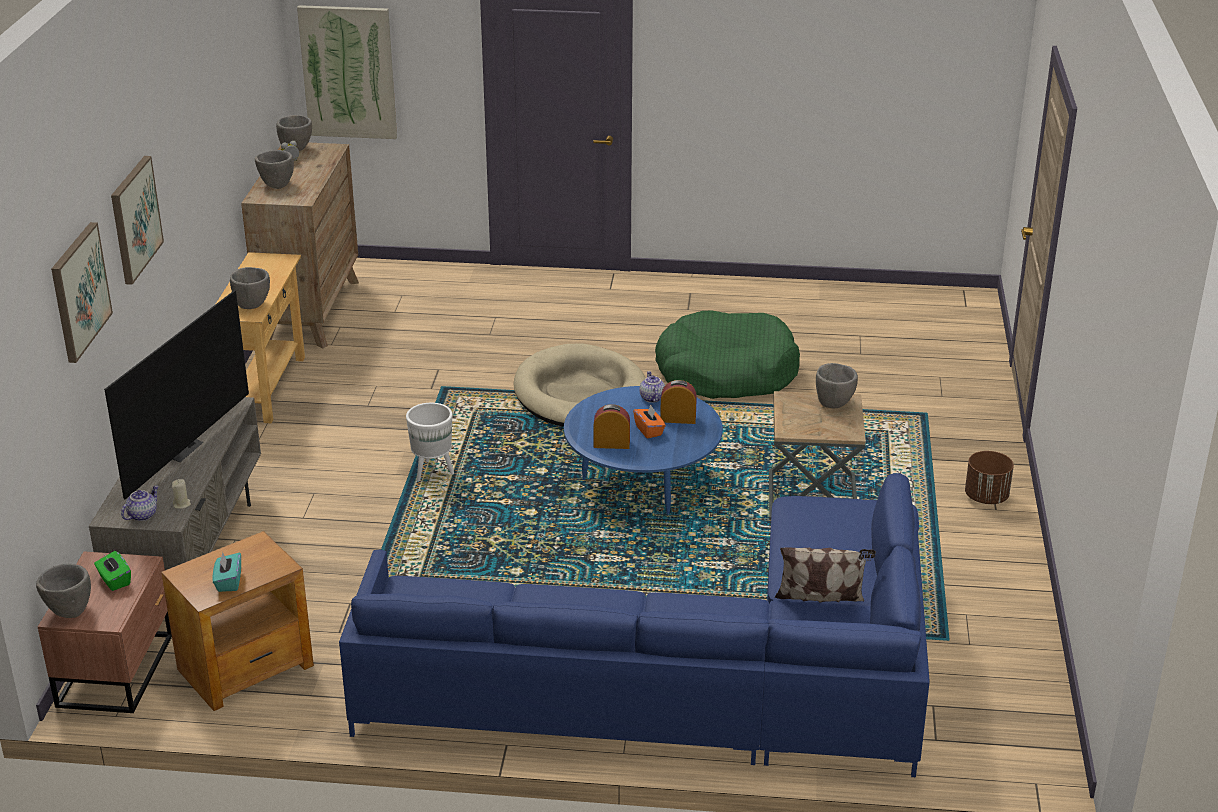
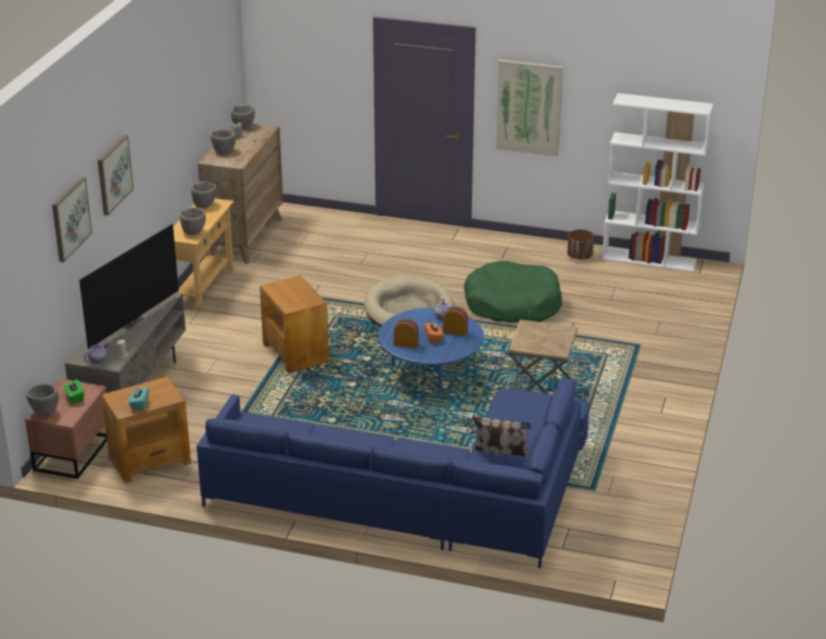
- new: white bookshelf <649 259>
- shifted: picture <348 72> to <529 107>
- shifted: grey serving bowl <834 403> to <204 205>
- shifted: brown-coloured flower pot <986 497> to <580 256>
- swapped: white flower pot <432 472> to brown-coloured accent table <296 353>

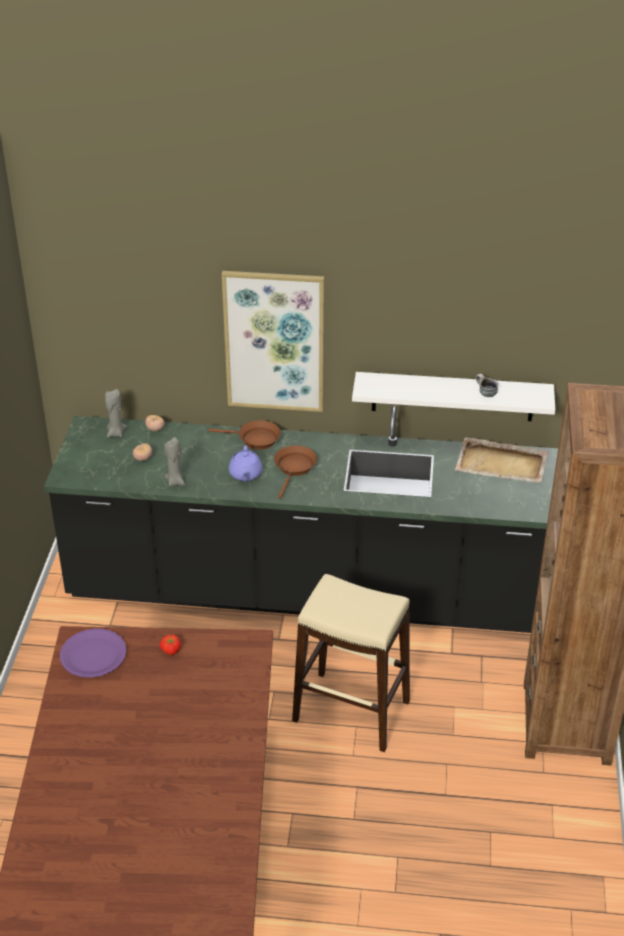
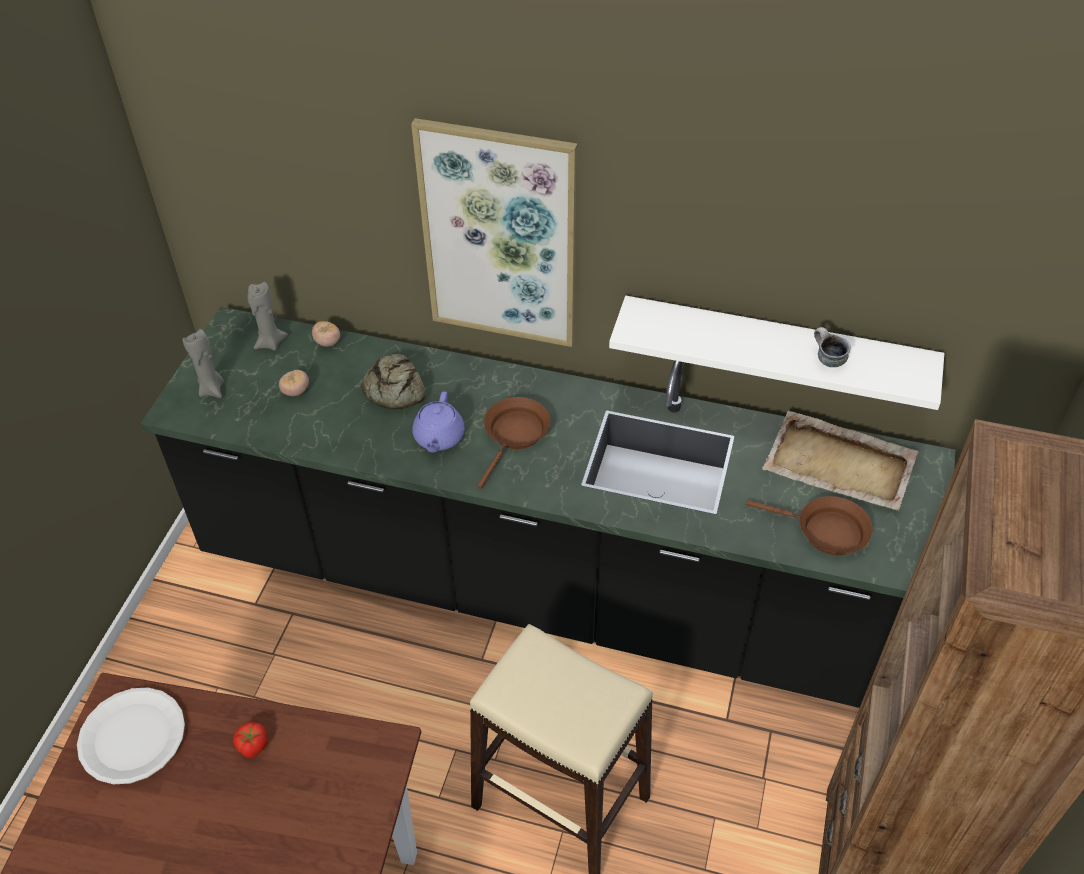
- new: baked bread <394 389>
- shifted: grey candle <175 481> to <212 389>
- shifted: brown-coloured skillet <255 439> to <825 531>
- repainted: purple flat dish <93 655> to white flat dish <132 737>

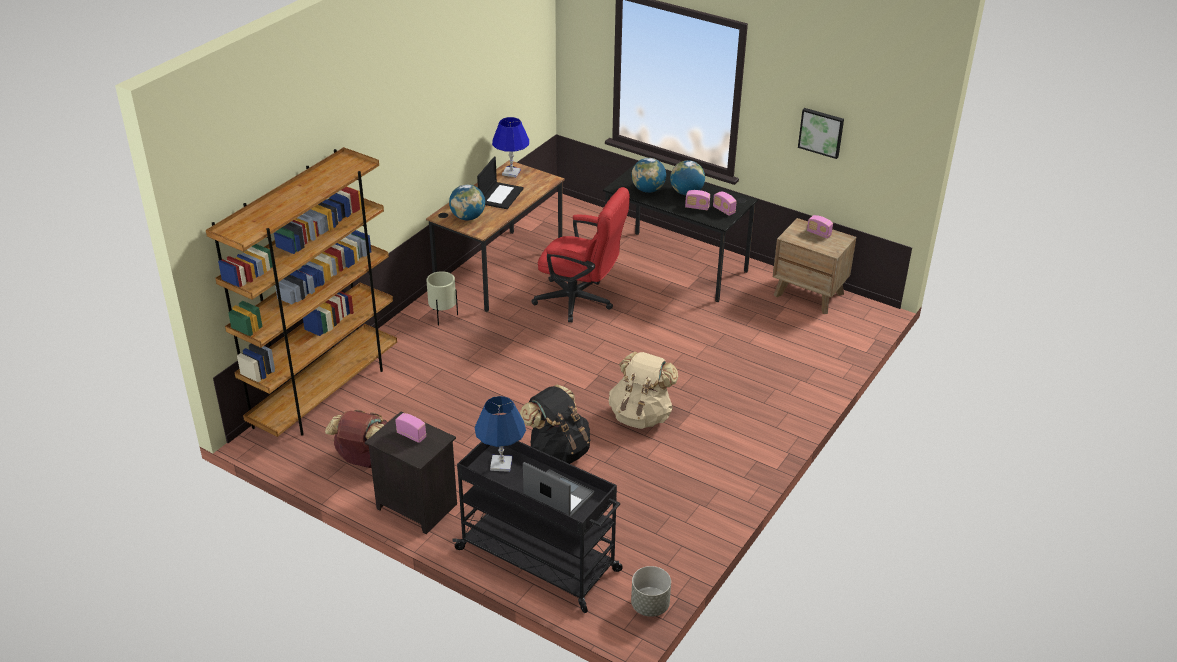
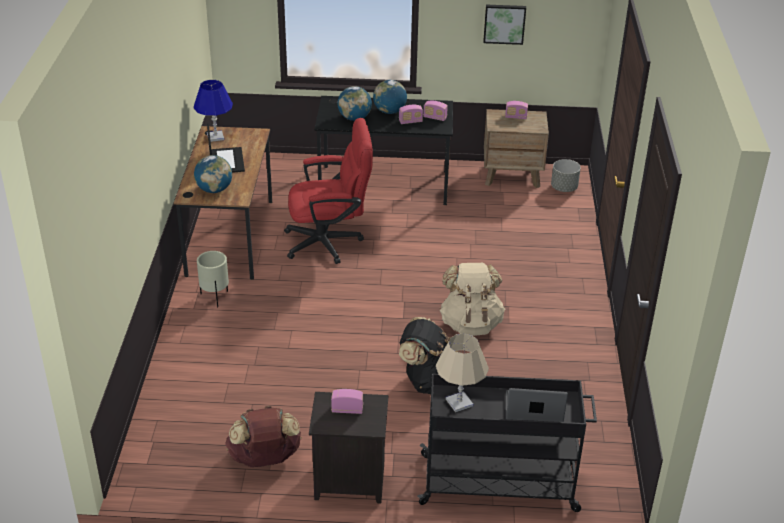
- gone: brown-coloured bookshelf <325 393>
- shifted: grey flower pot <649 605> to <563 188>
- repainted: bluish table lamp <501 464> to beige-coloured table lamp <459 402>

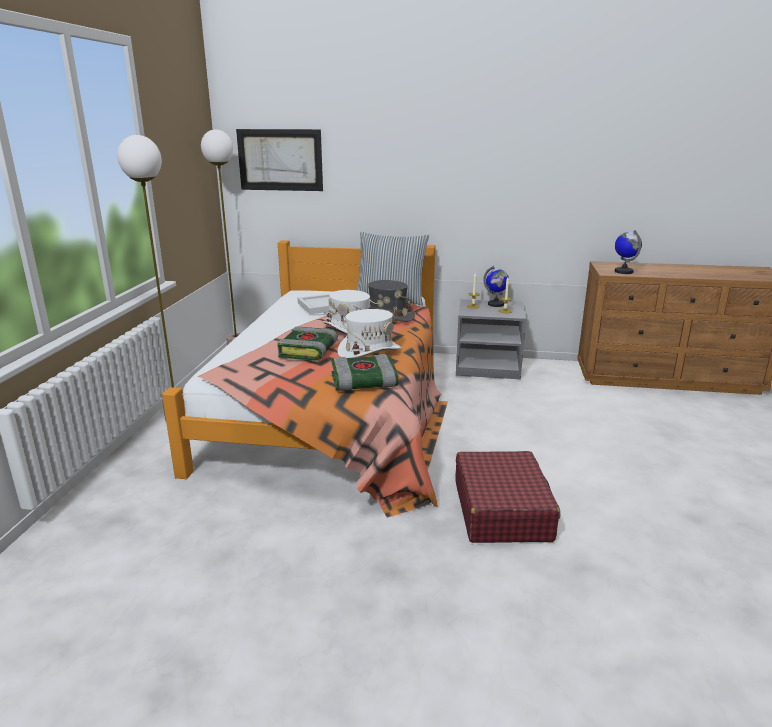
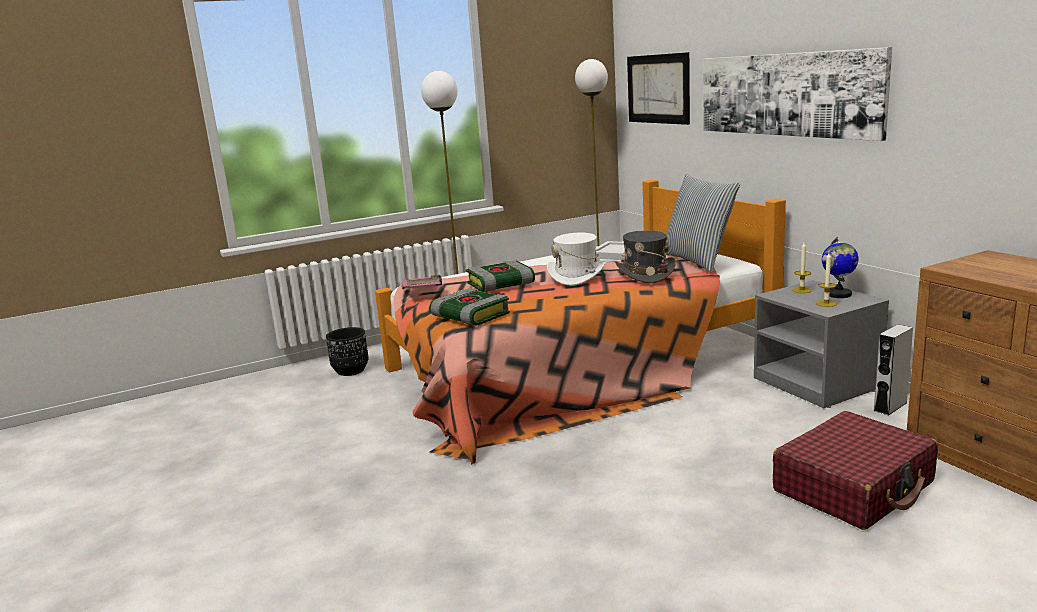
- gone: white wearable hat <369 351>
- gone: globe <623 271>
- new: blackish flower pot <350 371>
- new: pinkish book <423 294>
- new: picture <786 94>
- new: grey speaker <890 406>
- shifted: reddish piece of luggage <502 510> to <854 487>

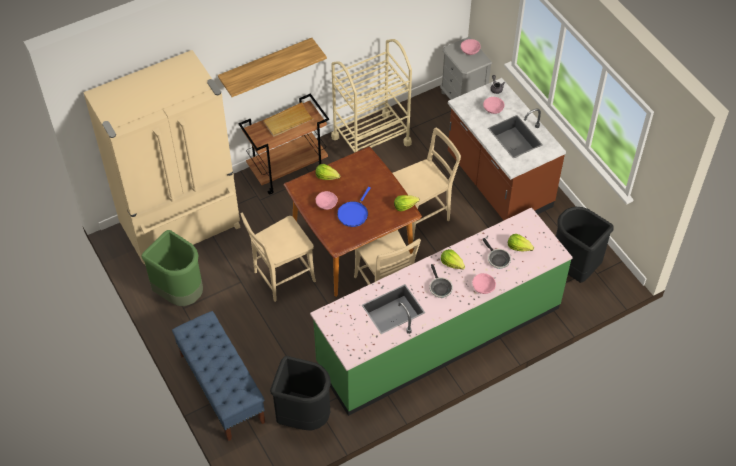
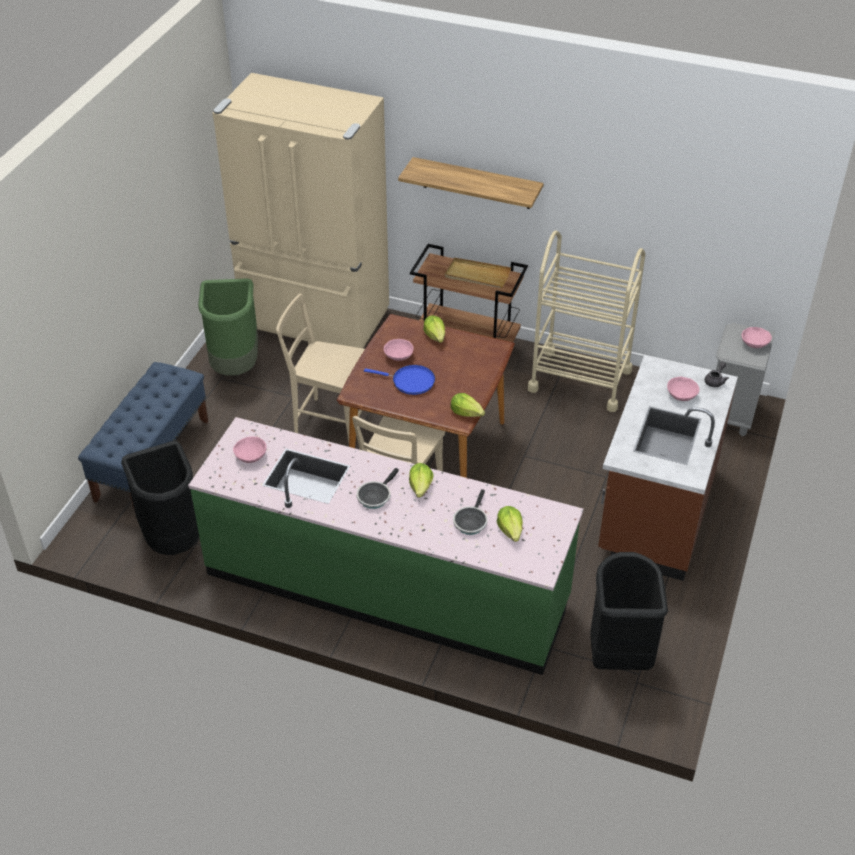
- gone: beige-coloured chair <423 214>
- shifted: pinkish serving bowl <483 287> to <251 456>
- rotated: bluish skillet <353 213> = <410 381> 150 degrees counterclockwise

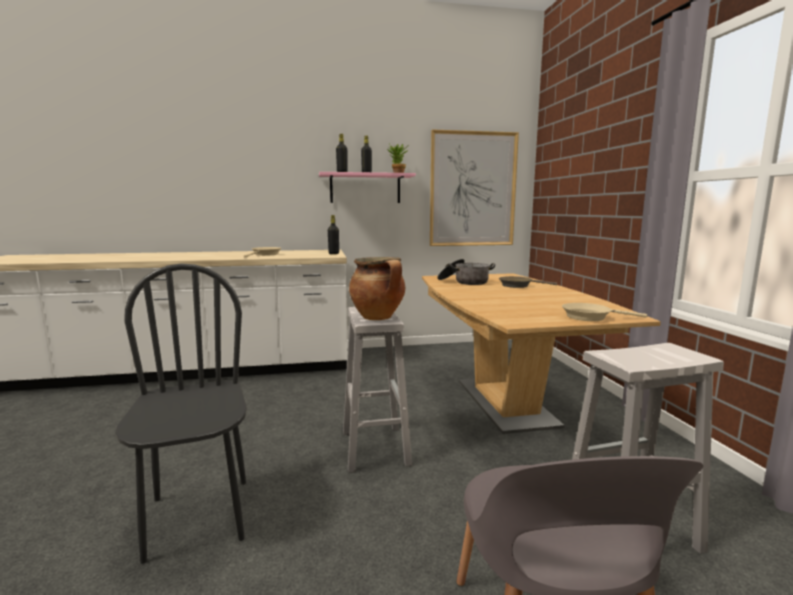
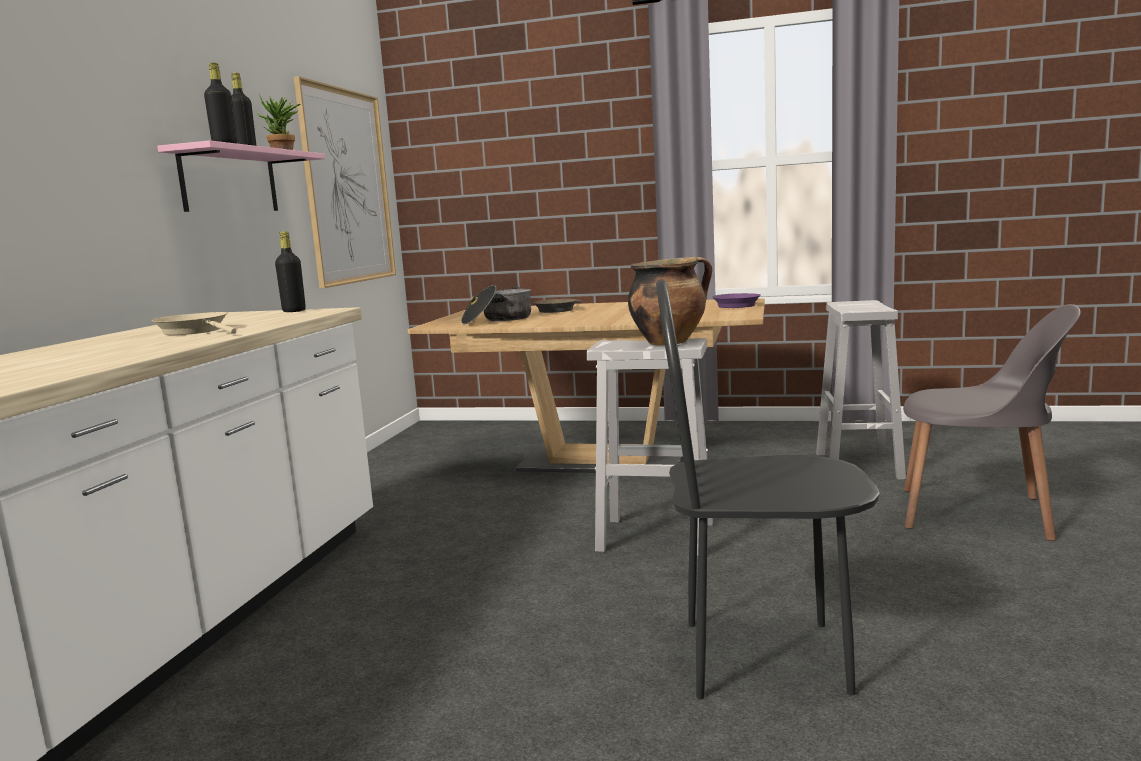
- repainted: beige-coloured skillet <590 317> to purple skillet <737 305>

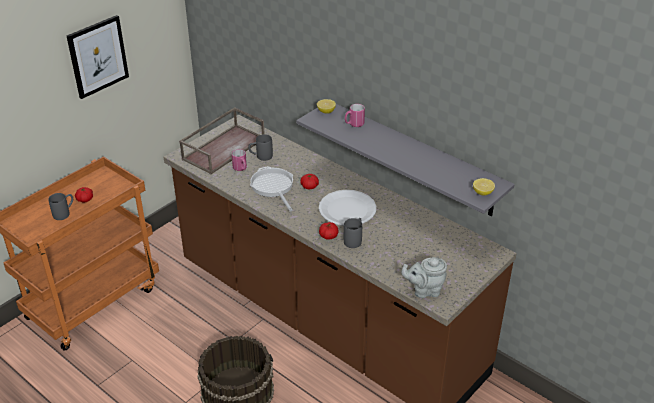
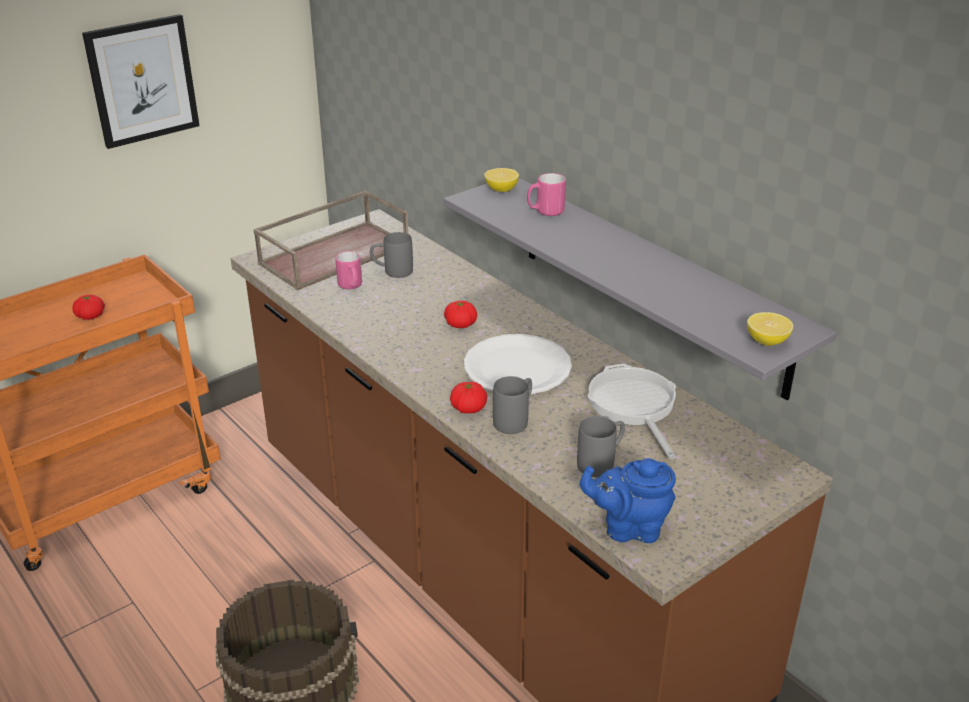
- shifted: grey coffee mug <64 213> to <601 462>
- shifted: skillet <273 187> to <633 406>
- repainted: grey teapot <424 290> to bluish teapot <628 528>

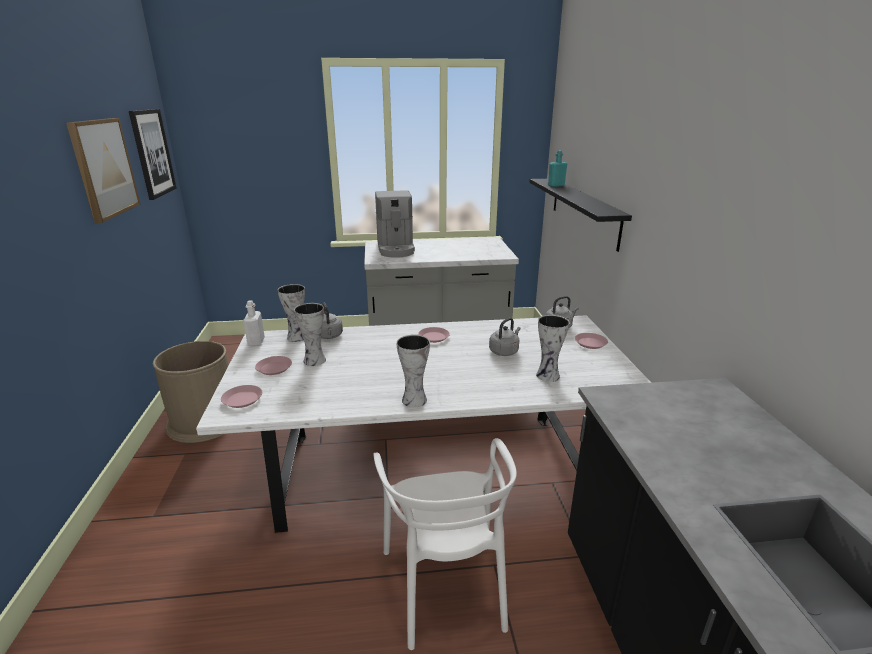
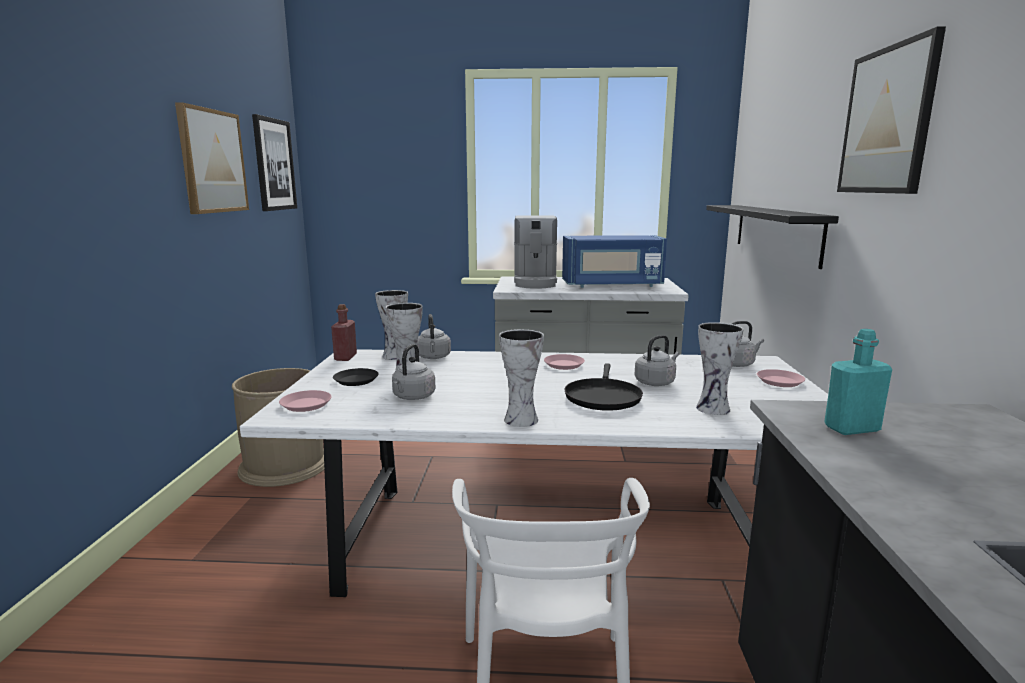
- new: grey tea kettle <413 397>
- new: bluish microwave <612 285>
- new: blackish skillet <602 397>
- new: picture <887 121>
- shifted: turquoise-coloured bottle <556 185> to <851 428>
- repainted: white bottle <256 342> to reddish bottle <345 357>
- repainted: pinkish flat dish <274 368> to blackish flat dish <356 380>

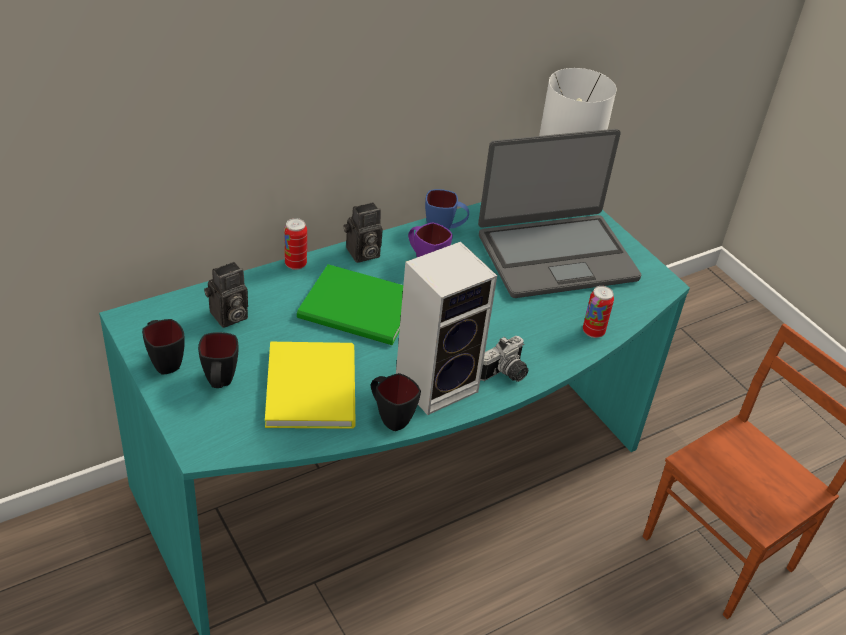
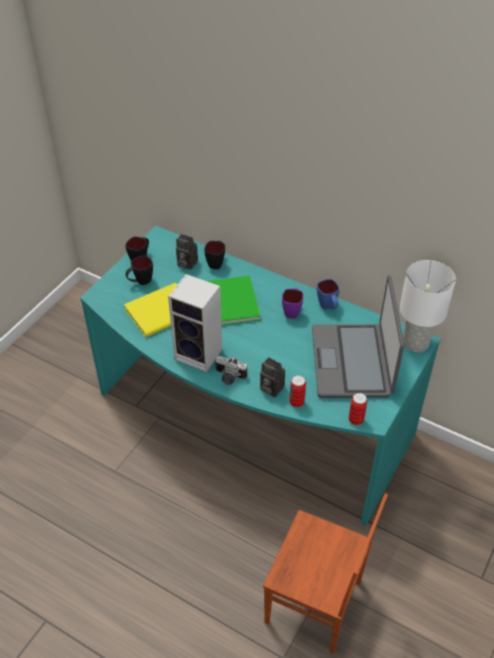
- shifted: sealed can <295 264> to <356 420>
- shifted: photo camera <362 254> to <270 388>
- shifted: blackish coffee mug <390 417> to <216 262>
- rotated: laptop <556 256> = <352 362> 45 degrees clockwise

